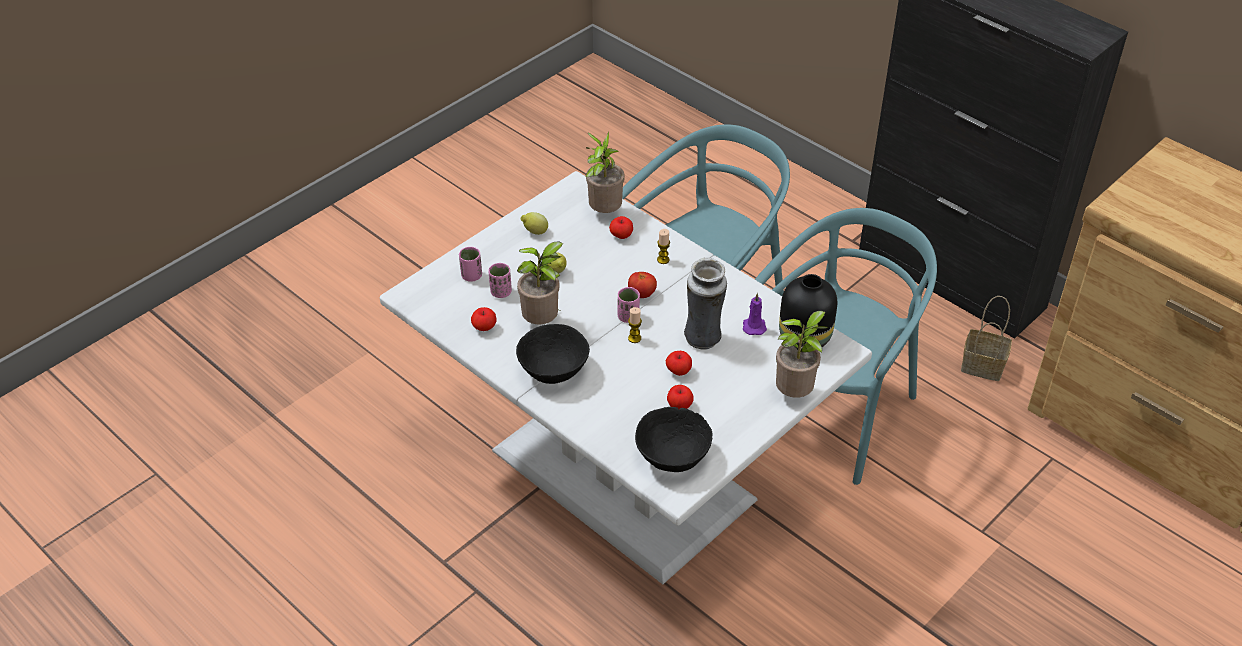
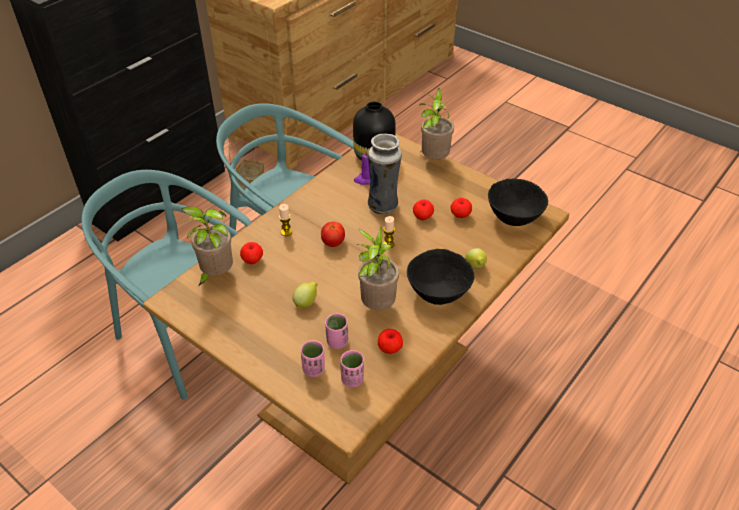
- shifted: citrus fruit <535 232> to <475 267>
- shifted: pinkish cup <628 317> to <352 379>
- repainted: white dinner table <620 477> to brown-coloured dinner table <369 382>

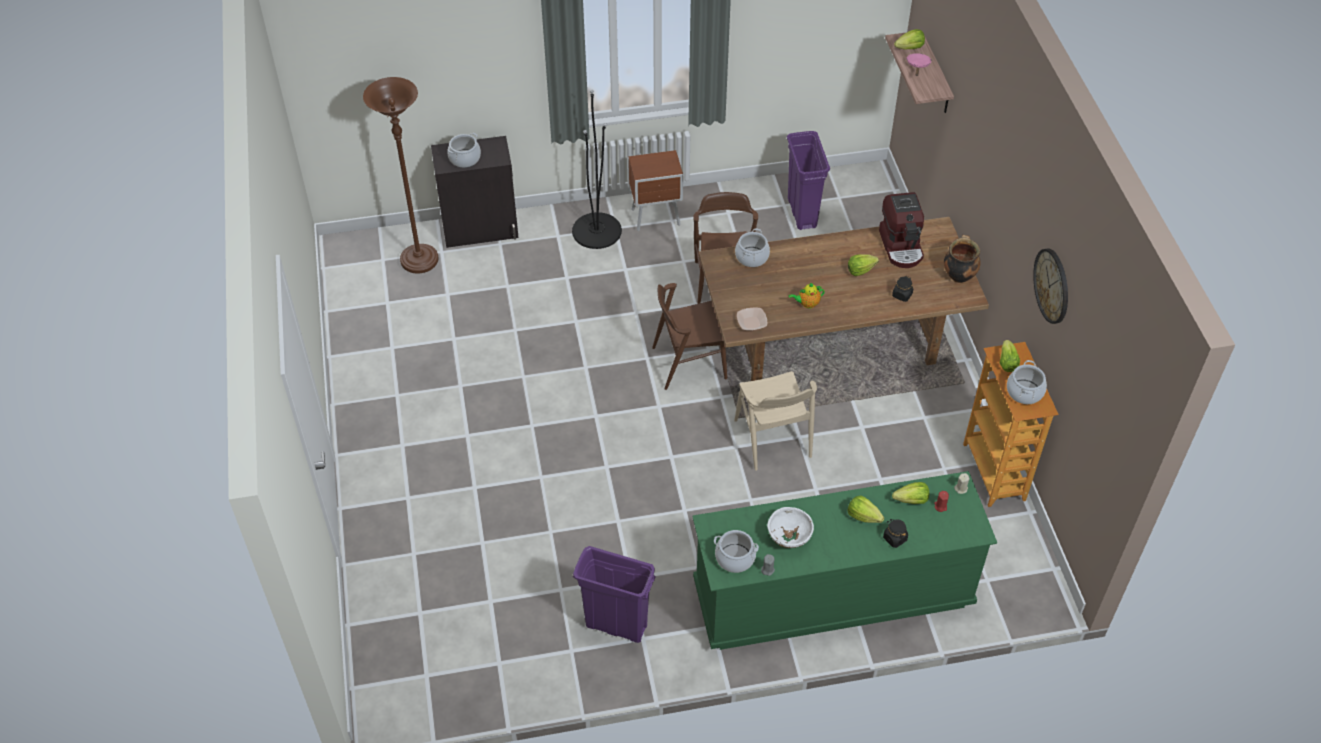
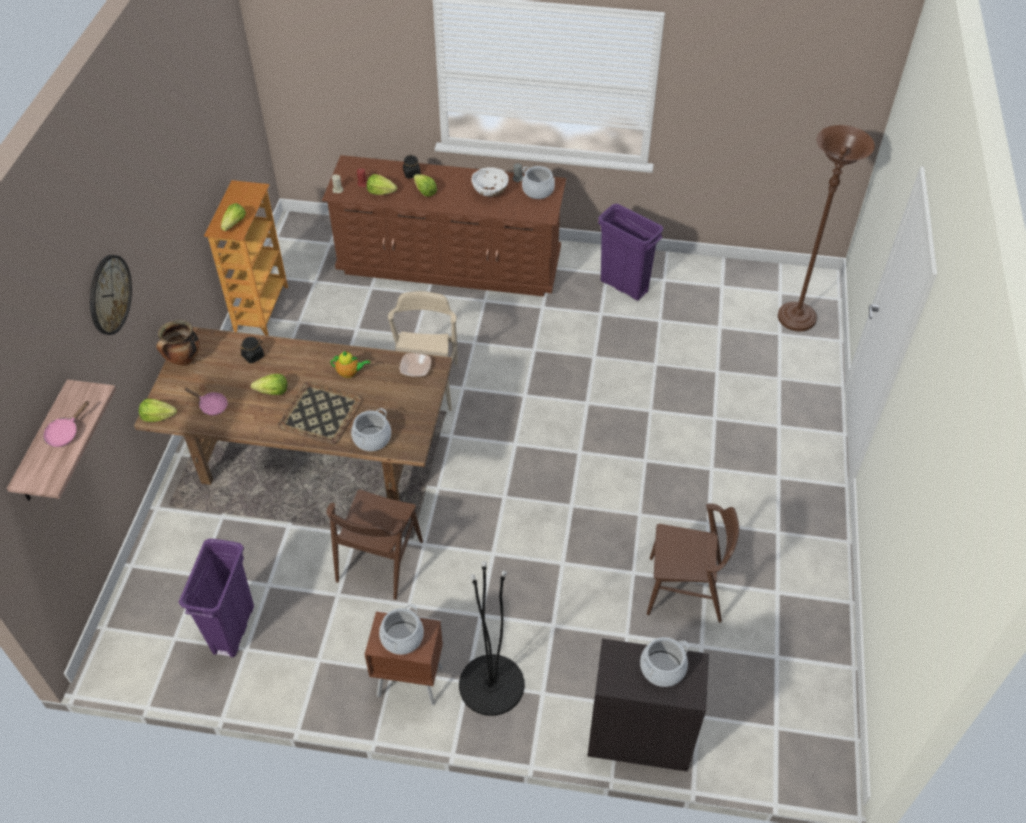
- new: carrying tray <319 413>
- shifted: brown-coloured standard lamp <419 260> to <796 318>
- shifted: brown-coloured chair <688 362> to <685 590>
- shifted: lettuce head <910 48> to <158 417>
- shifted: saucepot <1024 392> to <402 638>
- shifted: wall clock <1052 285> to <109 294>
- swapped: coffee brewer <901 246> to pinkish skillet <211 406>
- repainted: green-coloured dresser <832 594> to brown-coloured dresser <449 264>

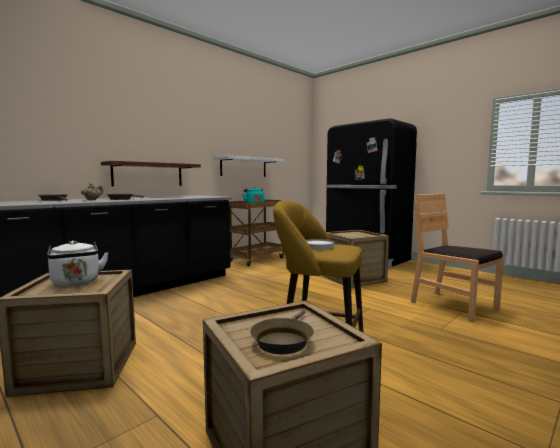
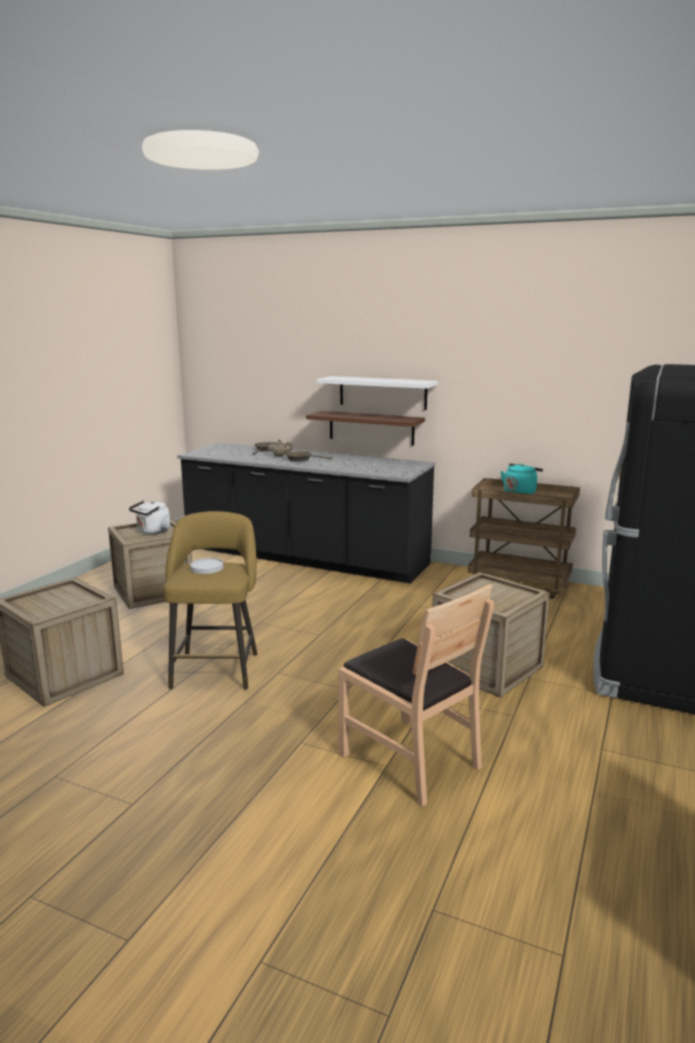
- gone: brown-coloured skillet <283 340>
- shifted: white bracket shelf <243 167> to <382 392>
- rotated: brown-coloured chair <453 306> = <410 759> 105 degrees clockwise

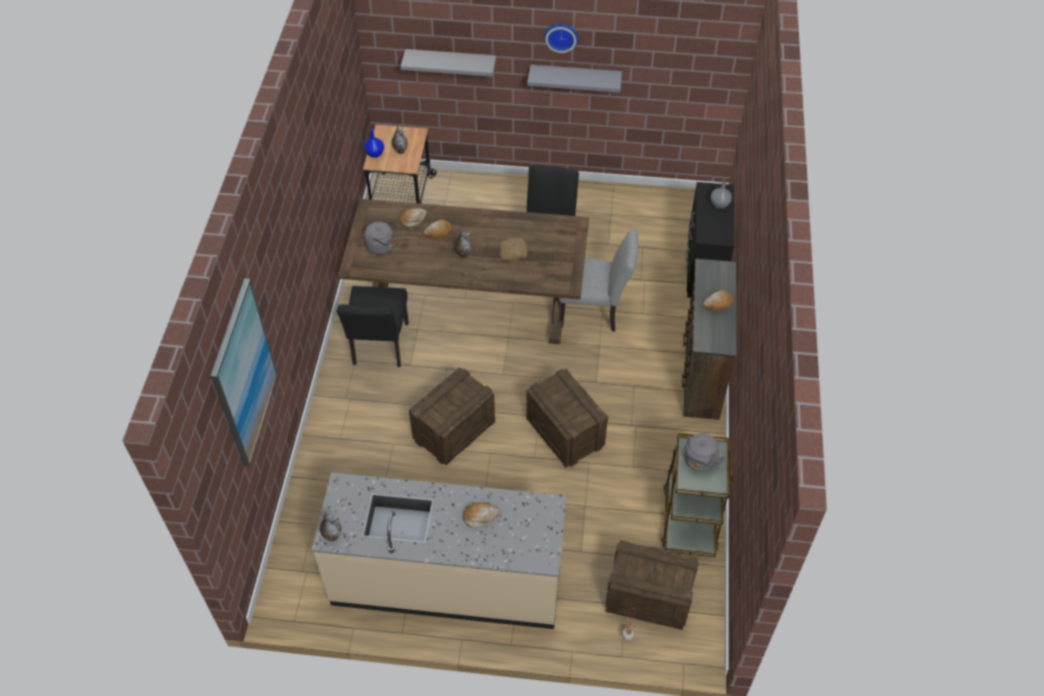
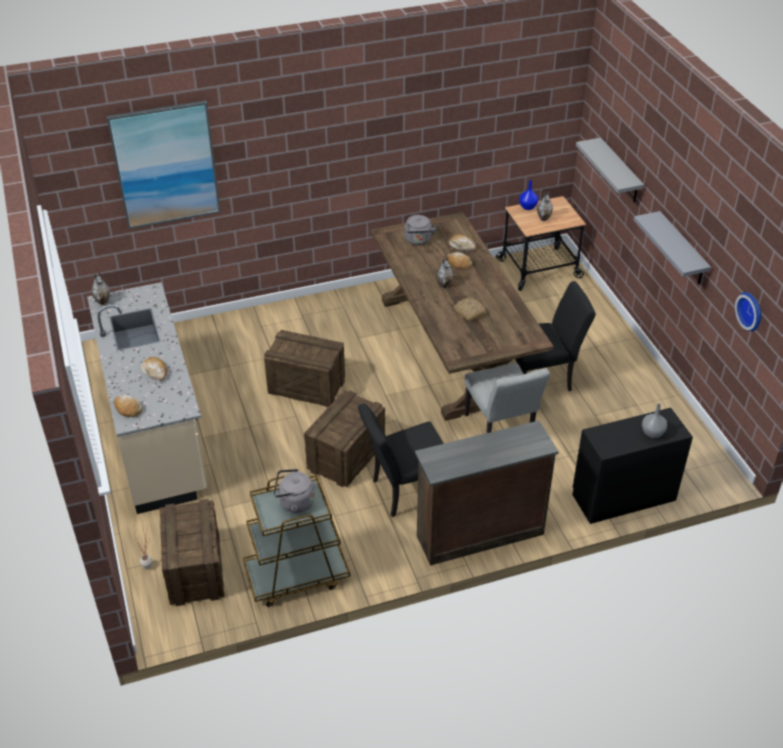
- shifted: blackish chair <379 348> to <404 491>
- shifted: wall clock <561 36> to <751 310>
- shifted: baked bread <718 303> to <128 409>

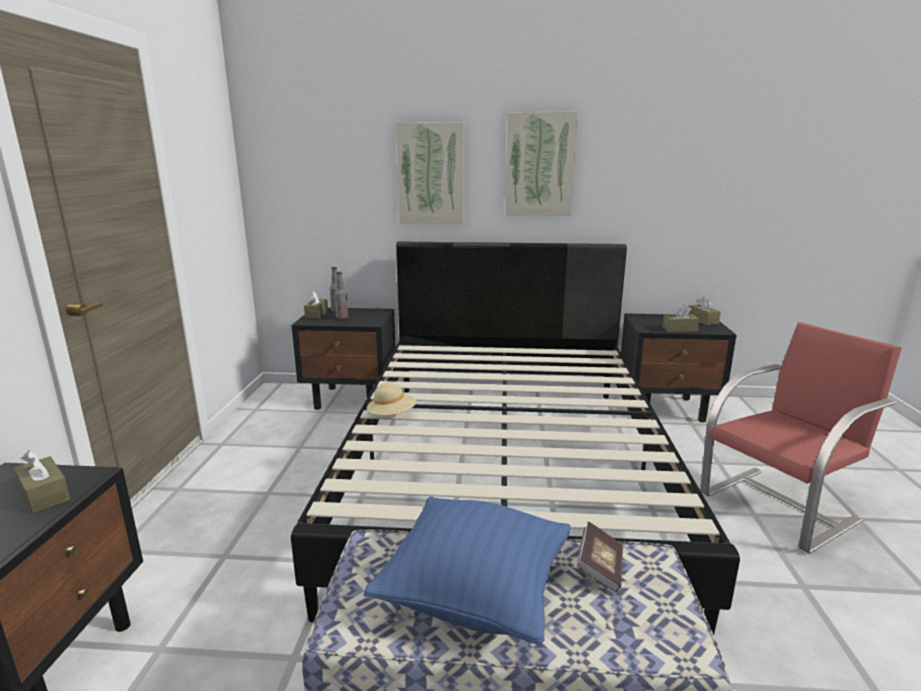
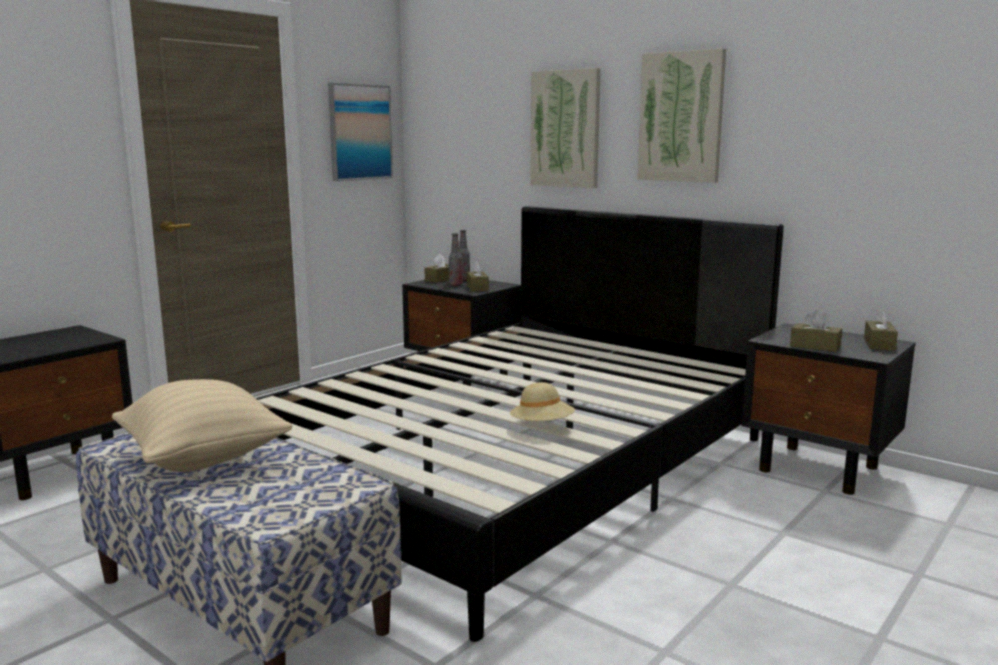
- gone: book <600 568>
- gone: reddish chair <780 506>
- new: picture <360 132>
- shifted: brown-coloured tissue holder <44 494> to <477 288>
- shifted: beige-coloured wearable hat <392 416> to <542 426>
- repainted: bluish throw pillow <475 595> to beige-coloured throw pillow <203 459>

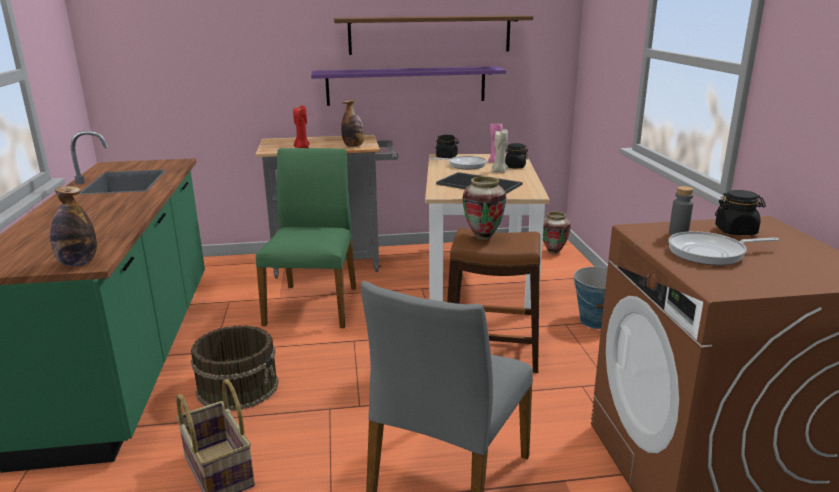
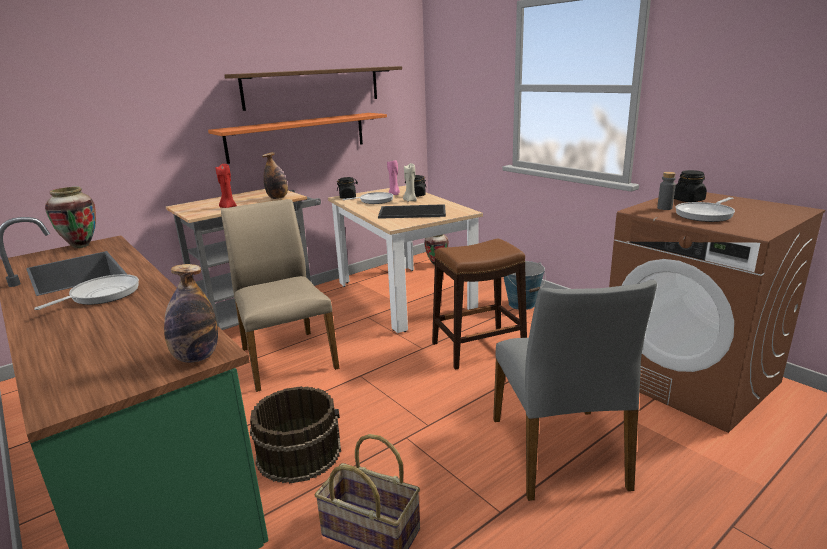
- new: skillet <101 295>
- shifted: vase <483 237> to <81 246>
- repainted: green-coloured chair <313 305> to beige-coloured chair <286 358>
- repainted: purple bracket shelf <406 85> to orange-coloured bracket shelf <298 136>

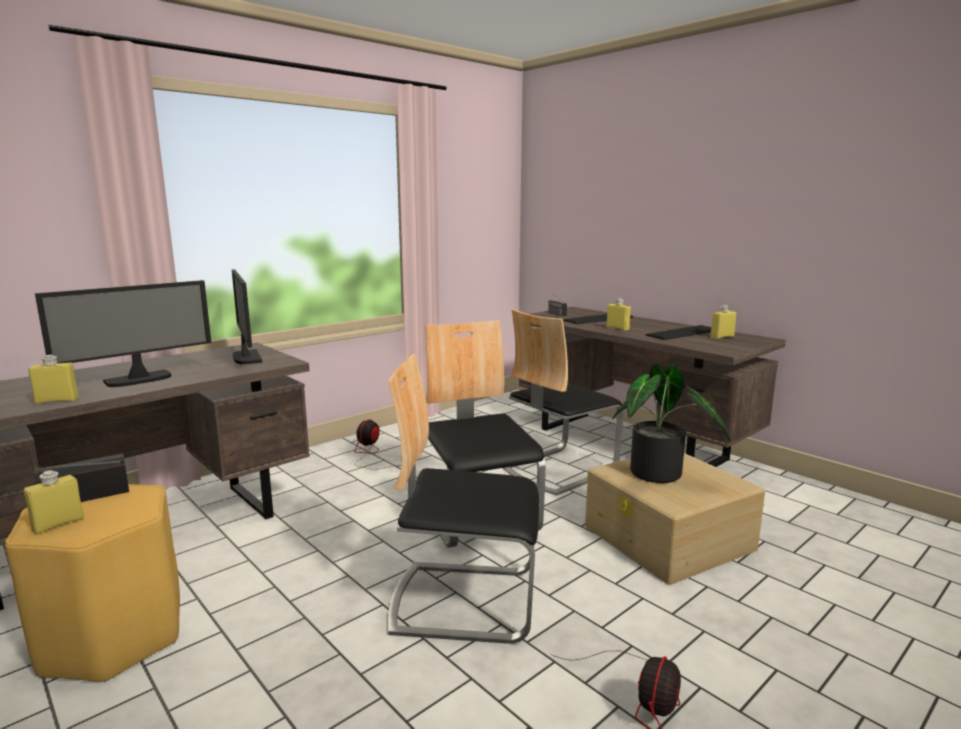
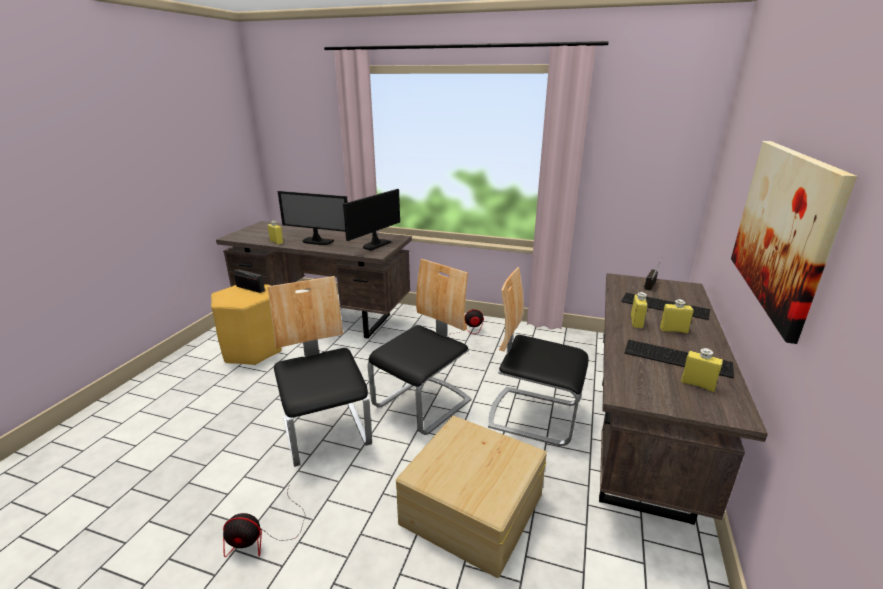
- gone: plant in a pot <660 476>
- new: picture <782 228>
- shifted: yellow bottle <58 524> to <673 330>

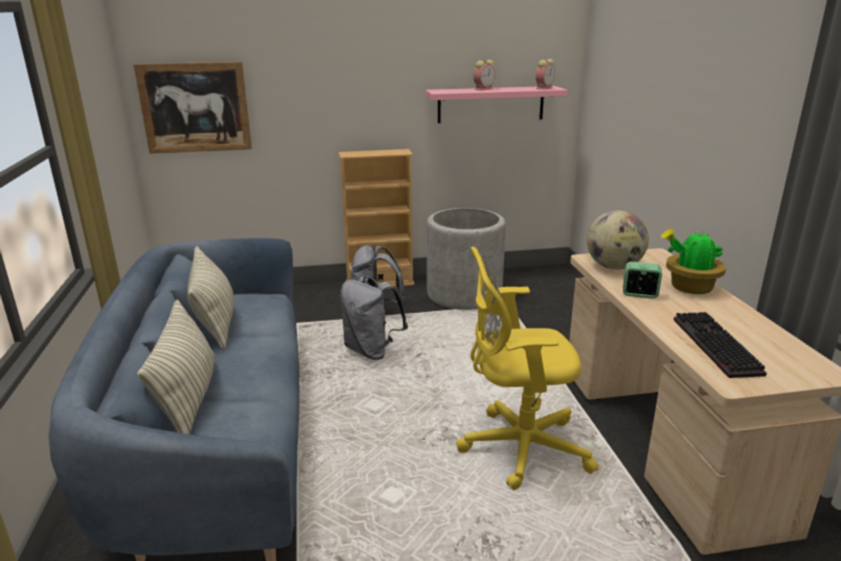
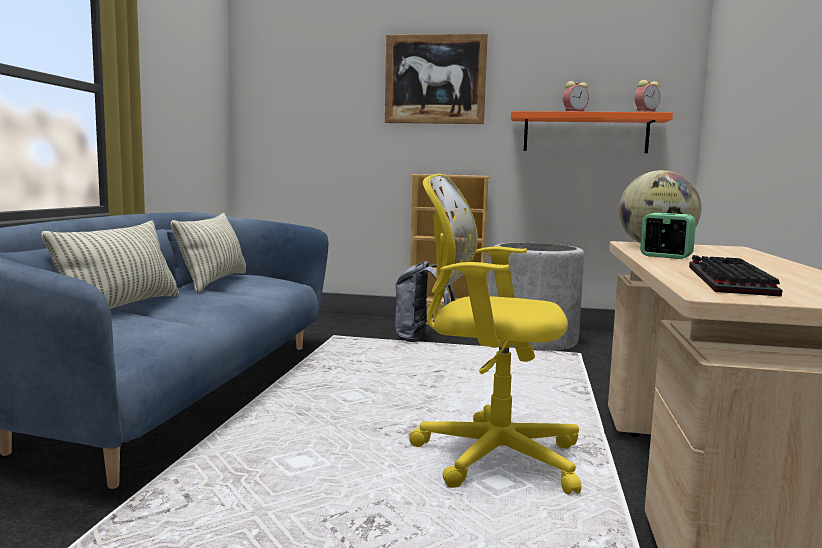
- gone: grey knapsack <371 350>
- gone: plant in a pot <689 288>
- shifted: picture <195 107> to <435 79>
- repainted: pinkish bracket shelf <491 104> to orange-coloured bracket shelf <585 133>

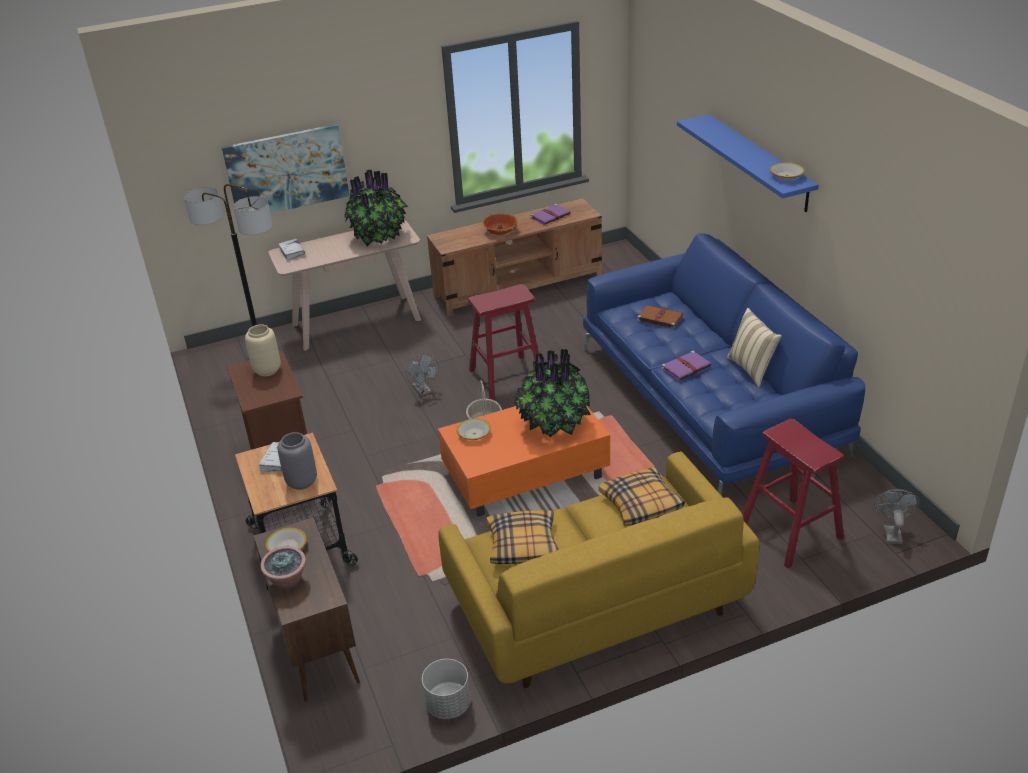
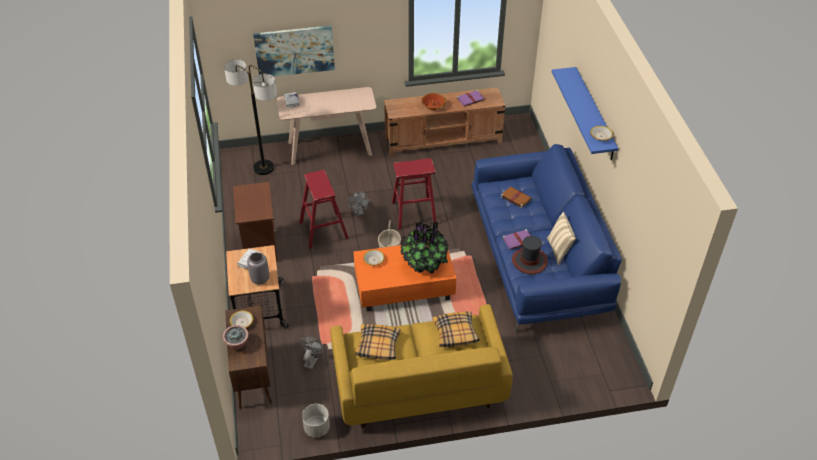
- gone: beige-coloured vase <267 370>
- gone: plant in a pot <379 237>
- new: wearable hat <529 261>
- shifted: reddish stool seat <790 532> to <323 230>
- shifted: grey fan <891 532> to <311 360>

